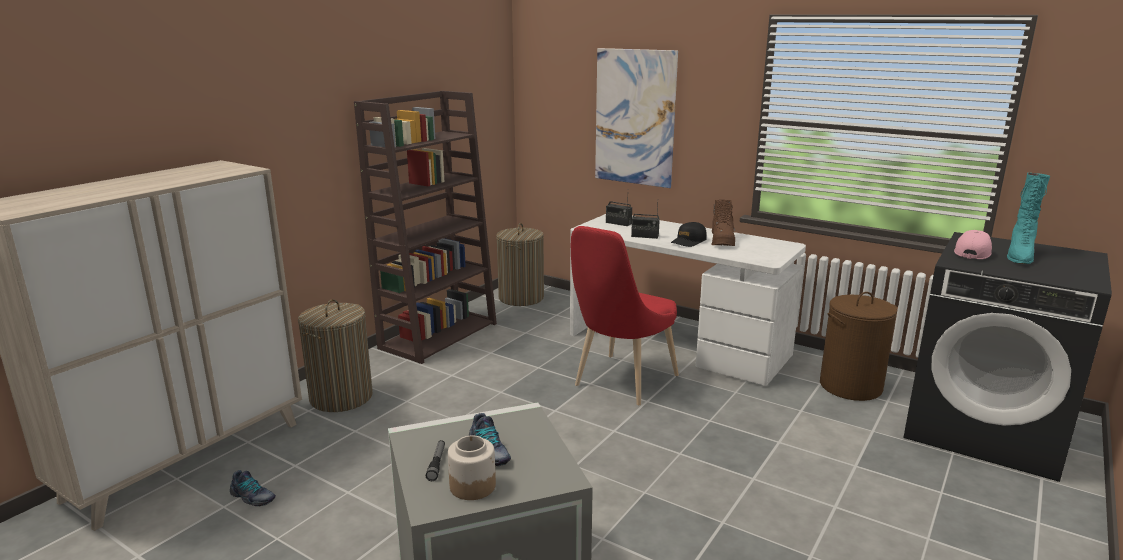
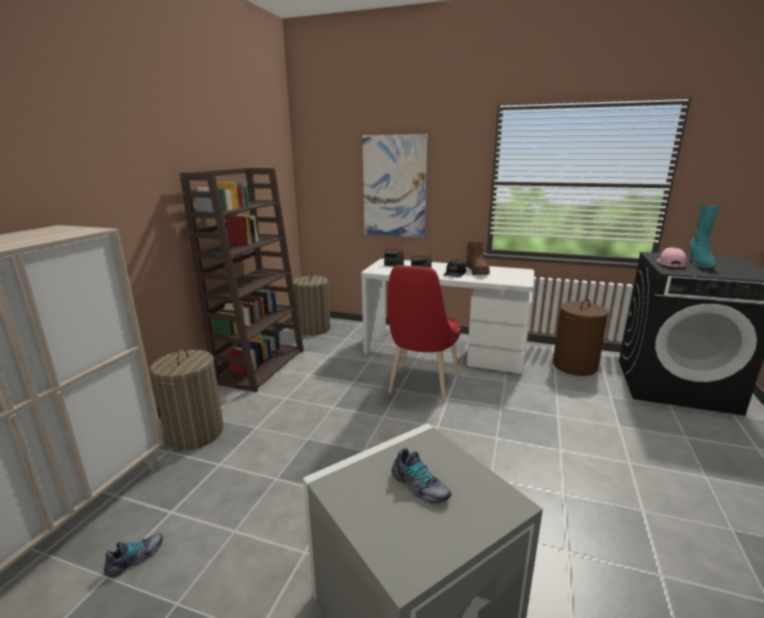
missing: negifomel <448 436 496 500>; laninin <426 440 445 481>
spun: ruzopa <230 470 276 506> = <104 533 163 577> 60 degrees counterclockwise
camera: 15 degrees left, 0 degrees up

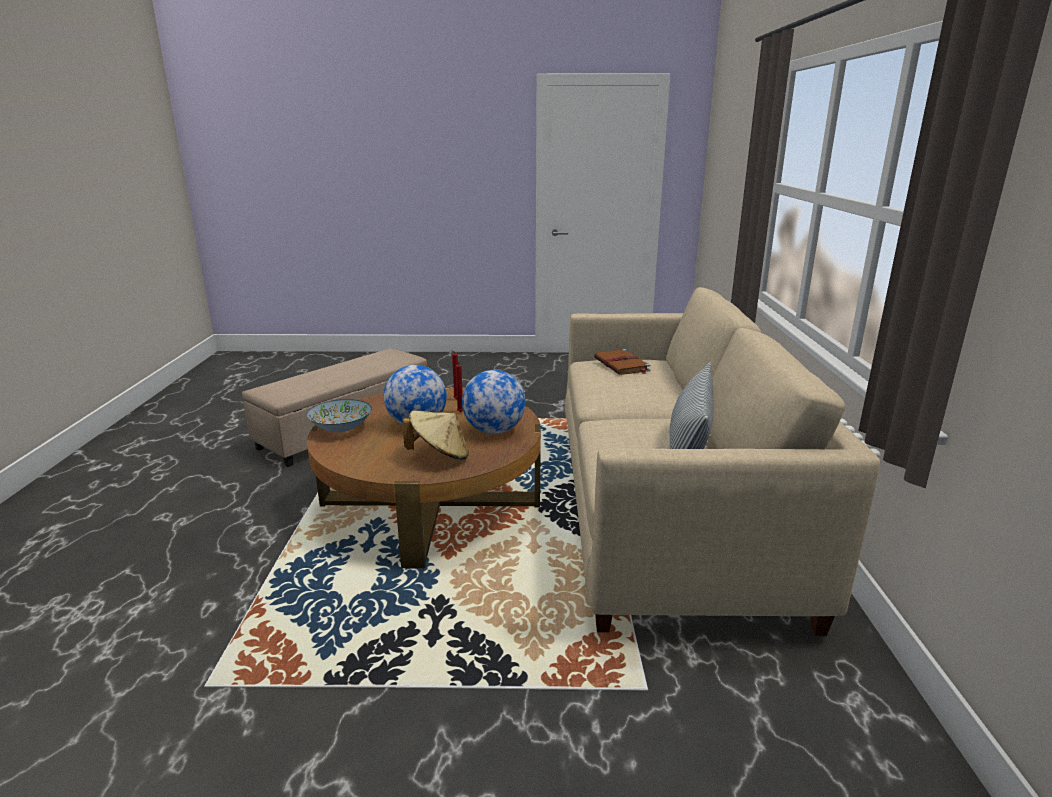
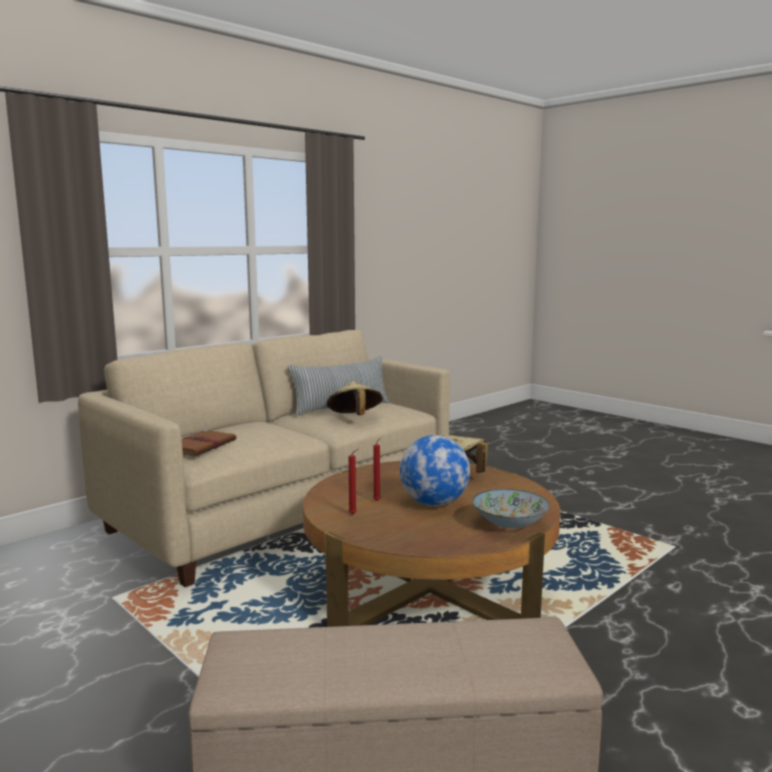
missing: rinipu <462 370 526 434>
appeared: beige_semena <327 381 383 415>
camera: 135 degrees left, 10 degrees down

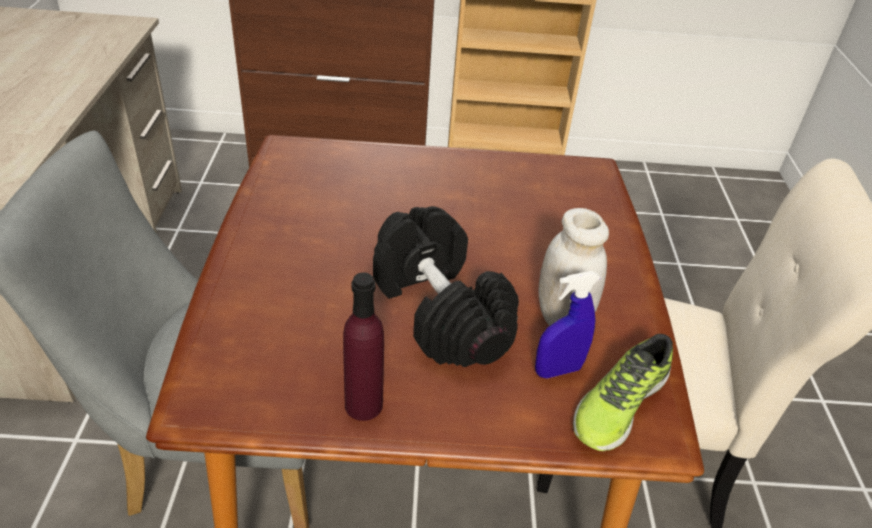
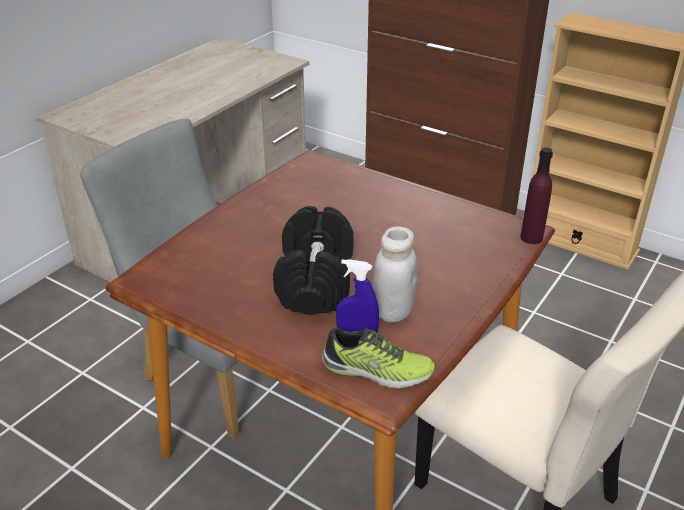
relocated: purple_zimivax <343 272 384 421> to <521 147 553 244>
spun: ruzopa <573 334 673 451> = <322 328 435 388> 150 degrees counterclockwise
camera: 35 degrees right, 5 degrees down

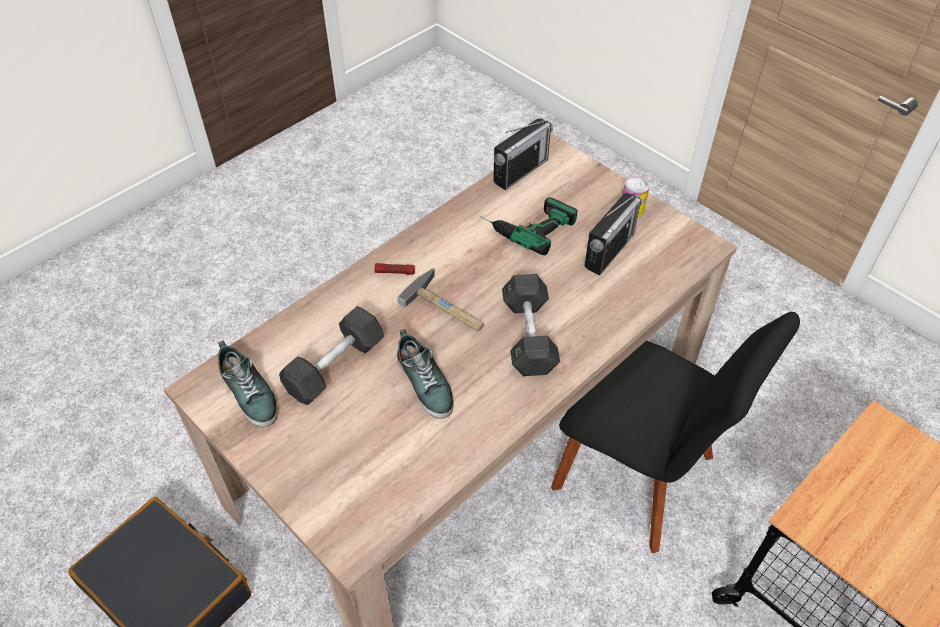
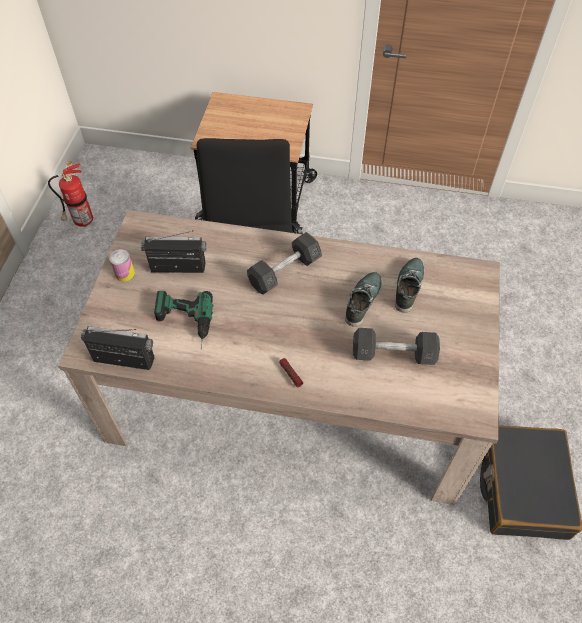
missing: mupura <397 268 484 332>
appeared: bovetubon <48 161 93 227>
relocated: ruzopa <218 341 278 427> to <395 258 424 313>
camera: 125 degrees left, 5 degrees up

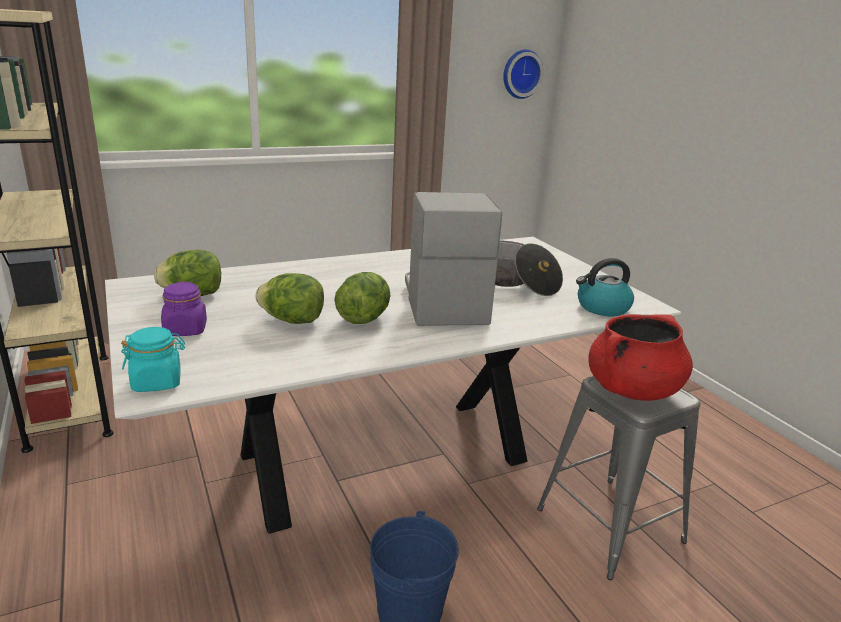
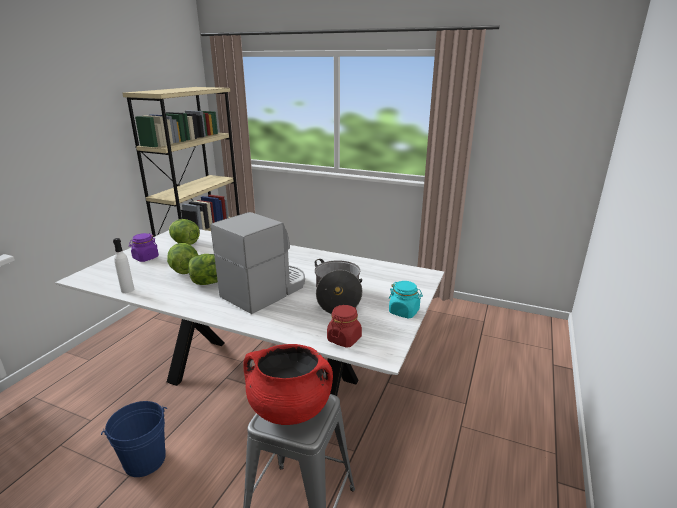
missing: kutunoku <503 49 544 99>
appeared: white_zimivax <113 238 134 293>
relocated: turquoise_negifomel <121 327 185 392> to <389 281 423 318>
exchanged: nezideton <576 258 634 316> to red_negifomel <327 305 362 348>
camera: 50 degrees right, 0 degrees up

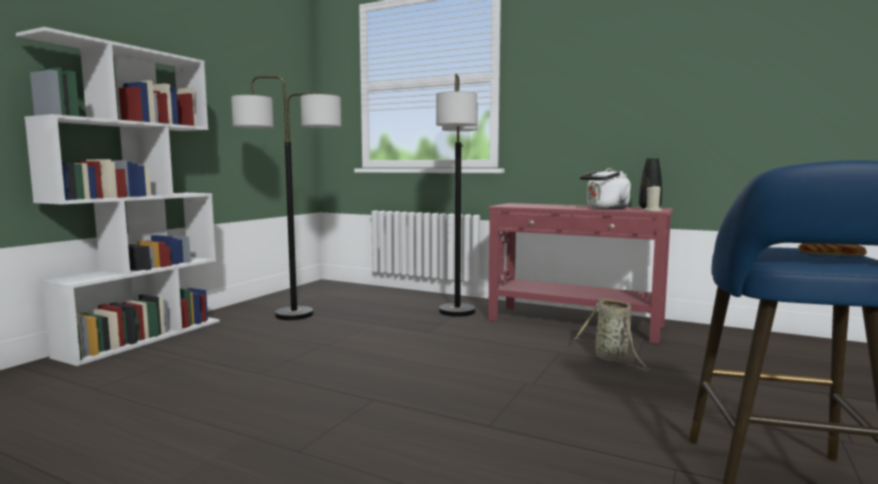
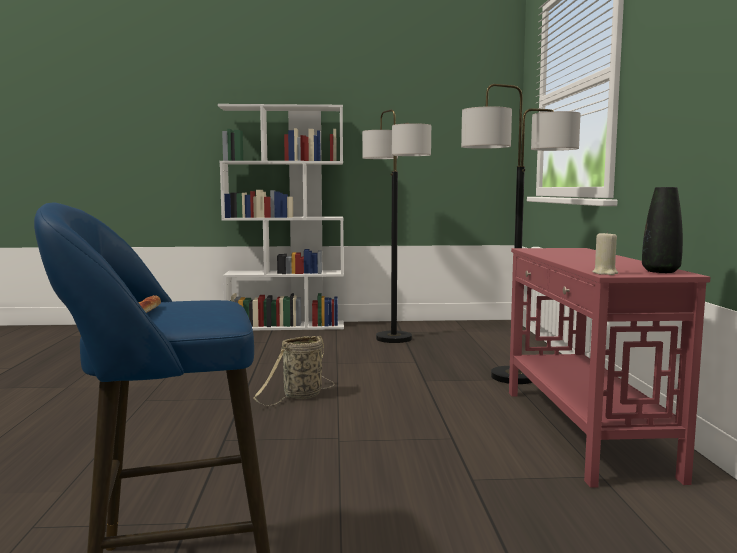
missing: white_nezideton <580 168 631 209>
relocated: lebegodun <575 298 650 371> to <253 335 334 406>
camera: 60 degrees right, 0 degrees up

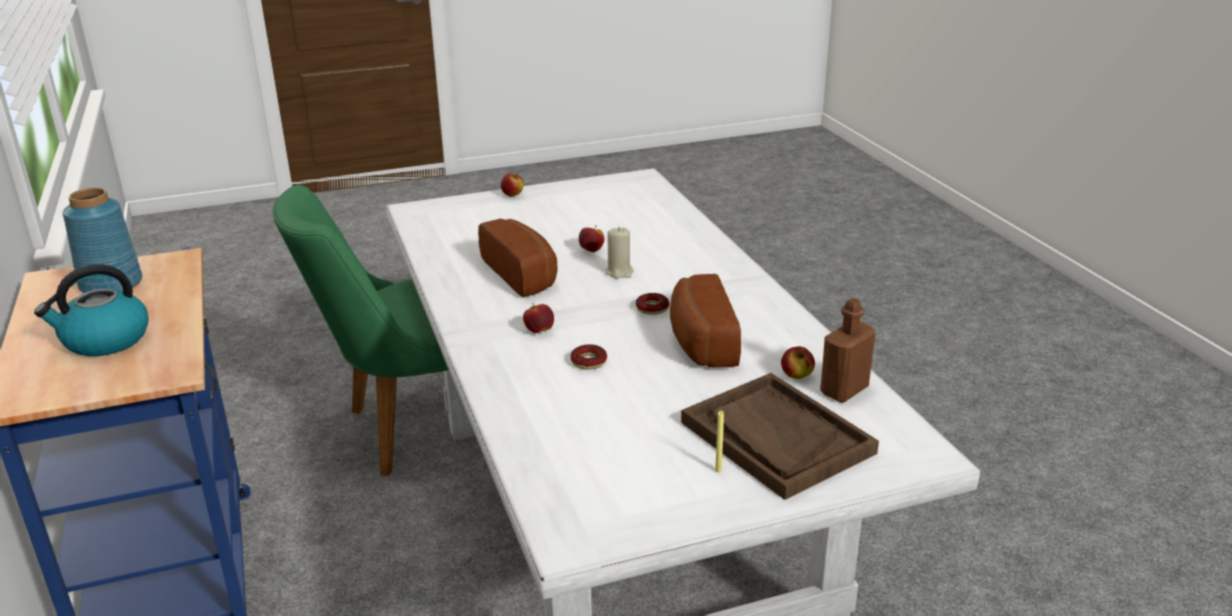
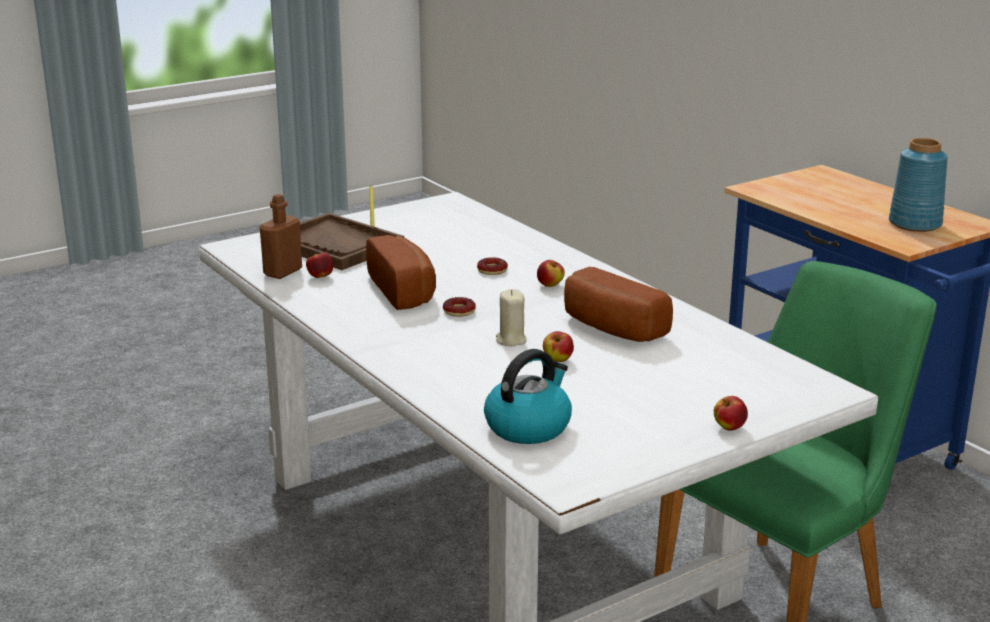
relocated: nezideton <34 264 149 356> to <484 349 572 444>
camera: 165 degrees right, 5 degrees down

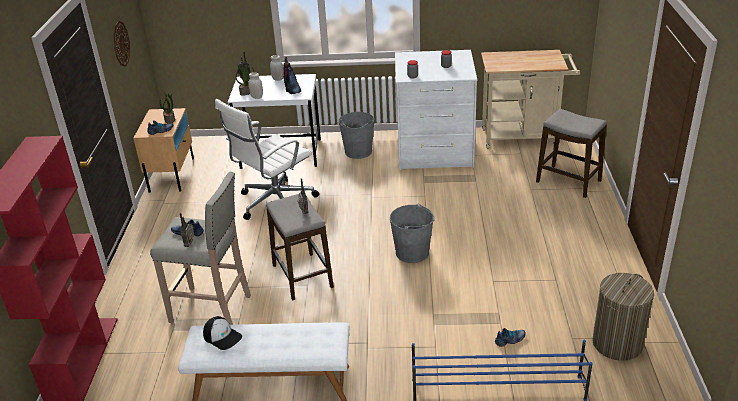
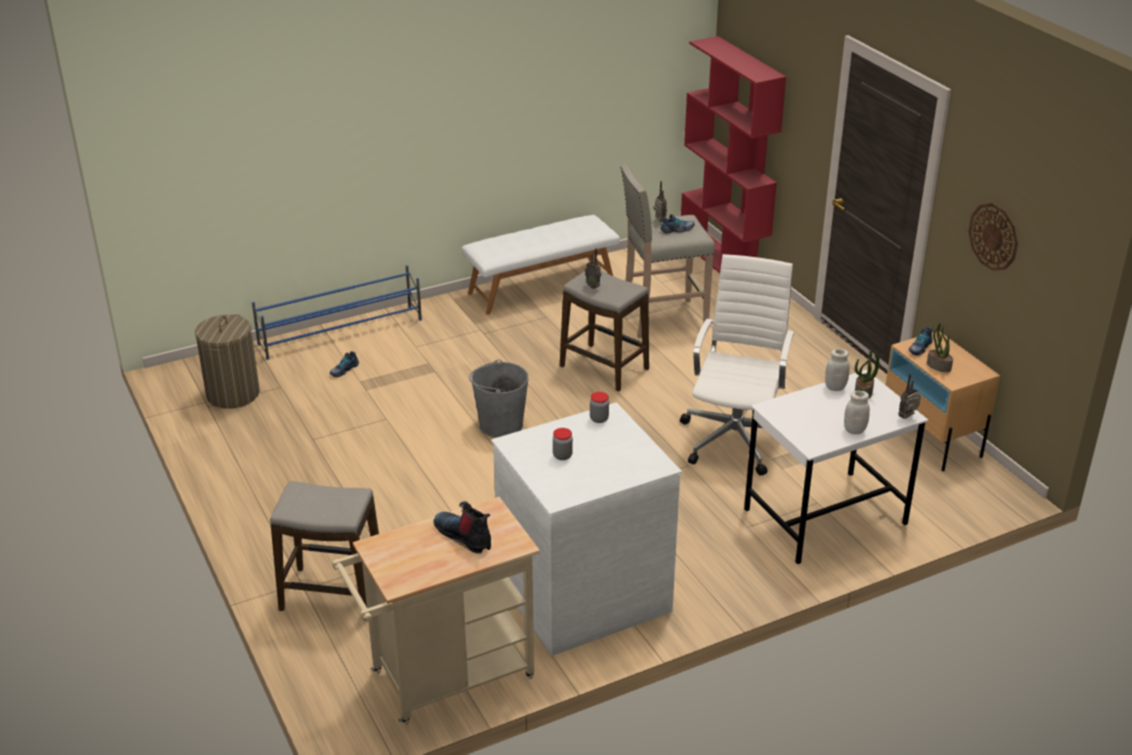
missing: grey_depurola <338 112 374 159>; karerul <203 316 242 350>
relocated: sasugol <283 57 301 94> to <433 501 491 554>
camera: 150 degrees right, 0 degrees up

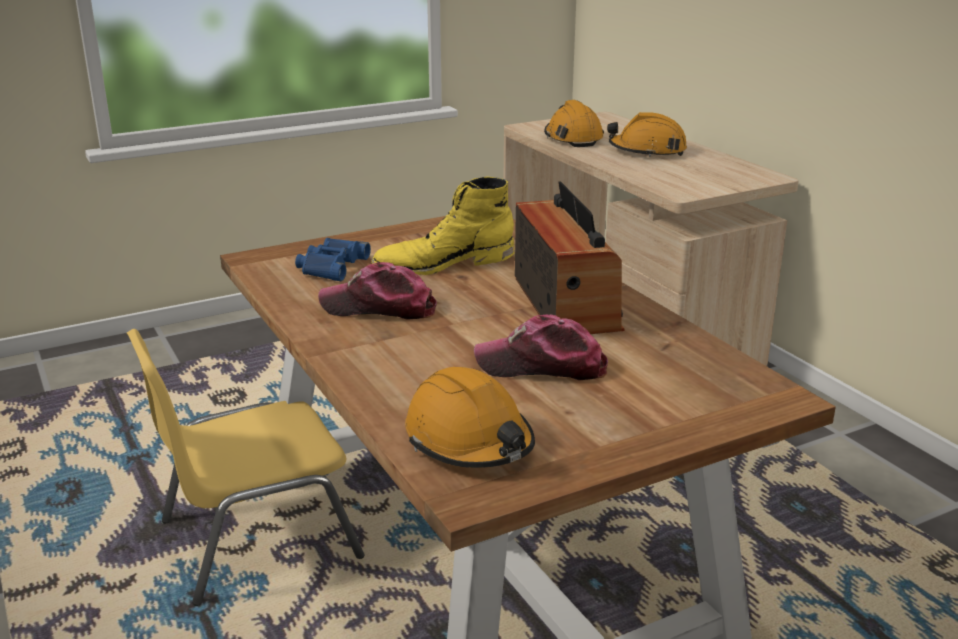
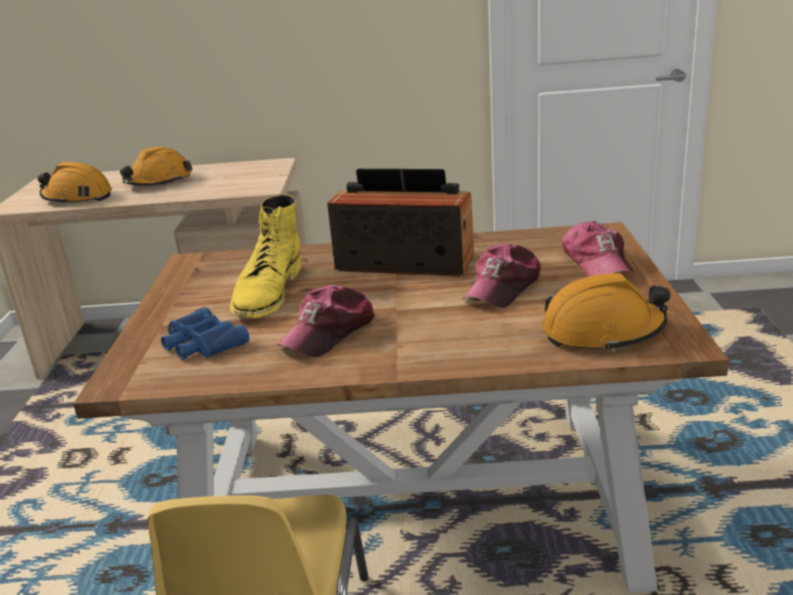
appeared: karerul <562 221 635 277>
camera: 60 degrees left, 0 degrees up

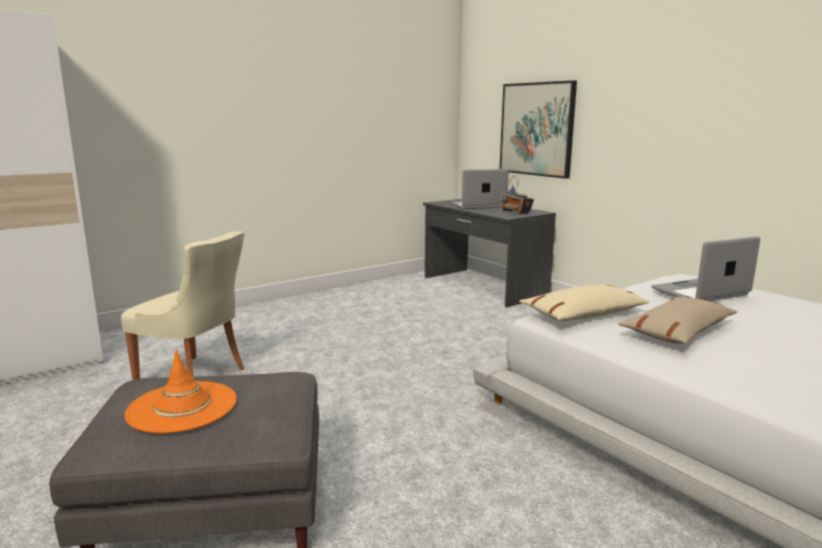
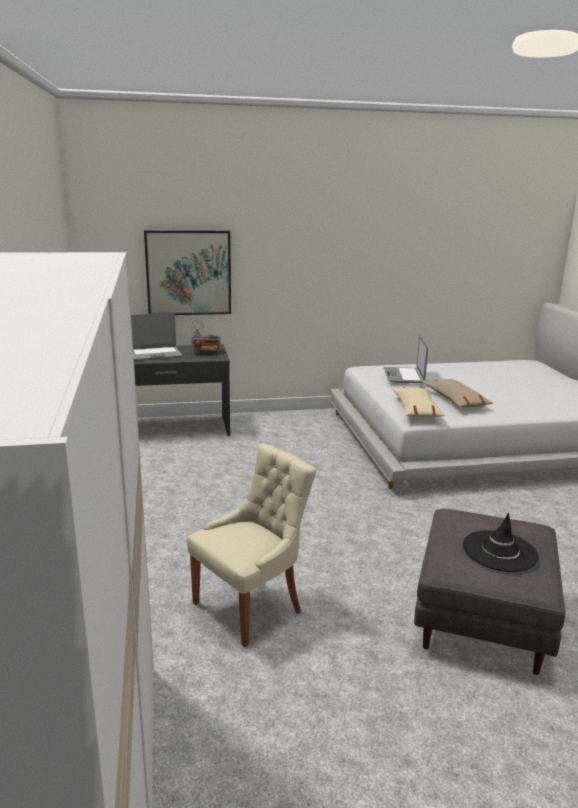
colour: orange_semena <125 350 237 434> to black_semena <463 513 539 572>
spun: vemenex <450 169 509 209> = <131 313 182 360> 120 degrees counterclockwise
camera: 65 degrees left, 5 degrees up

